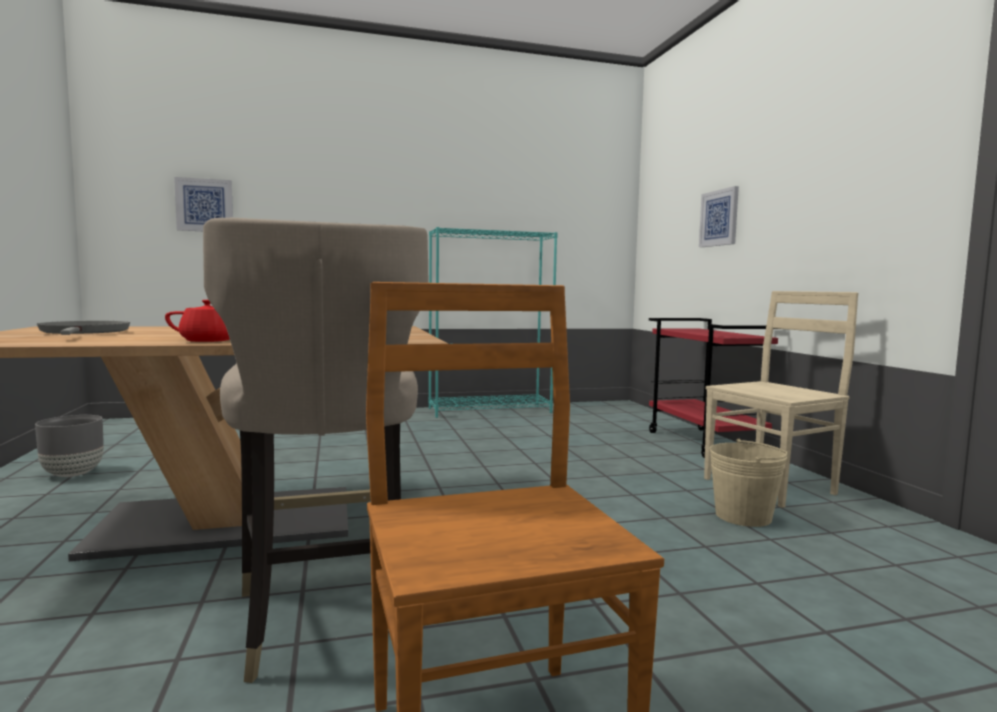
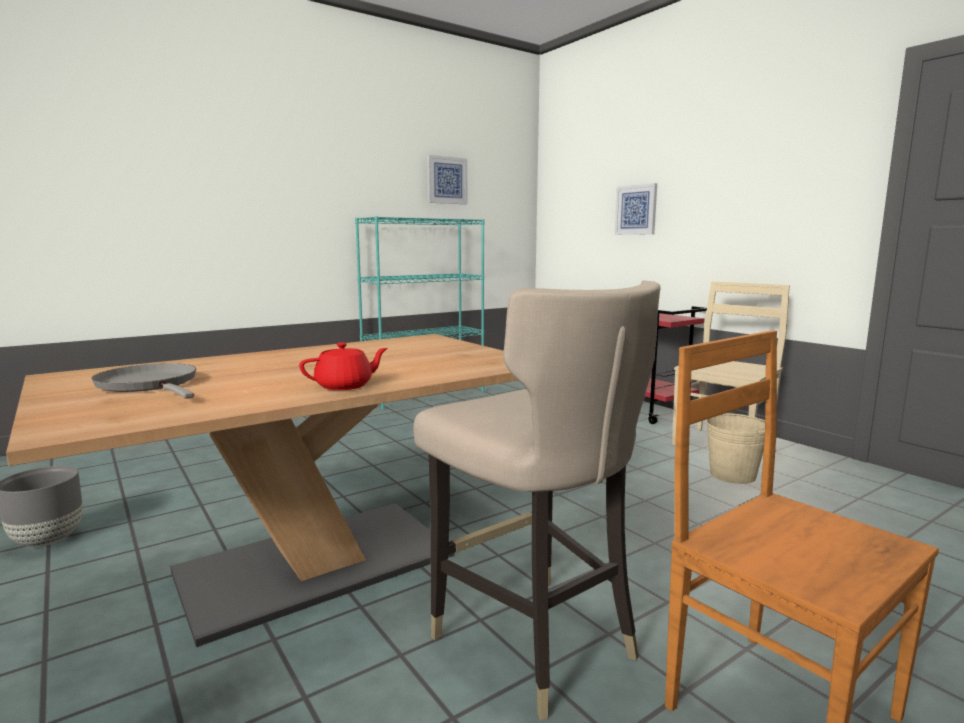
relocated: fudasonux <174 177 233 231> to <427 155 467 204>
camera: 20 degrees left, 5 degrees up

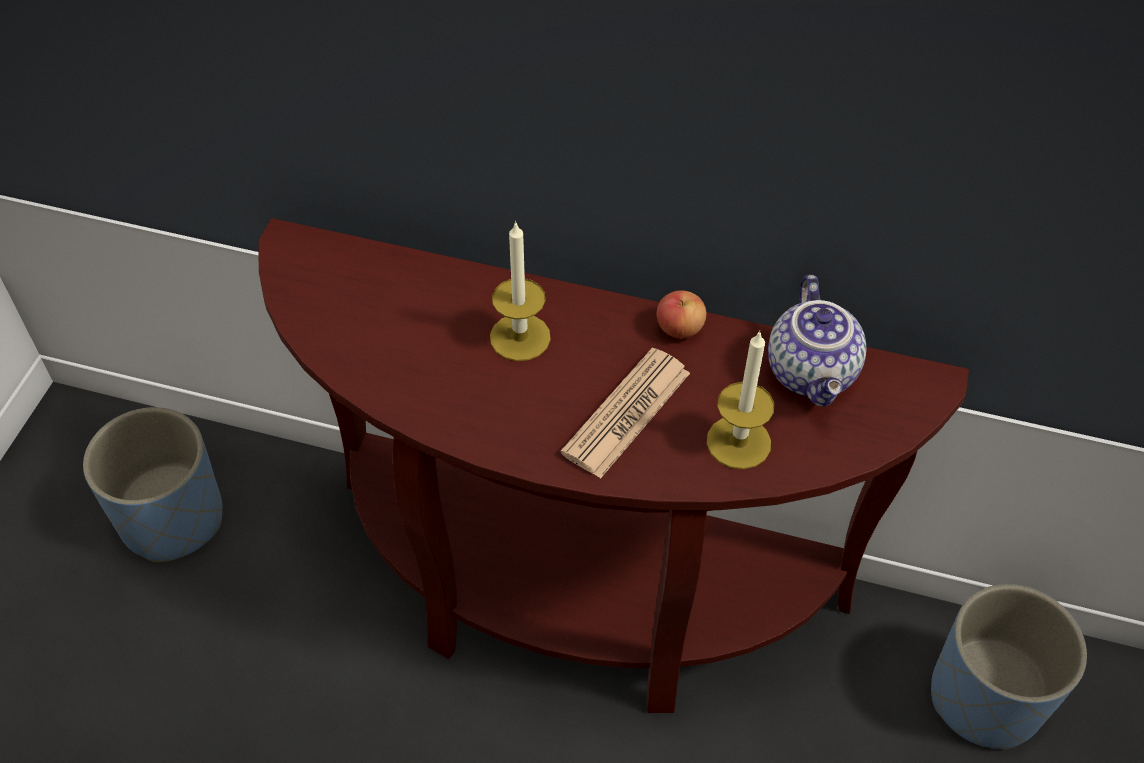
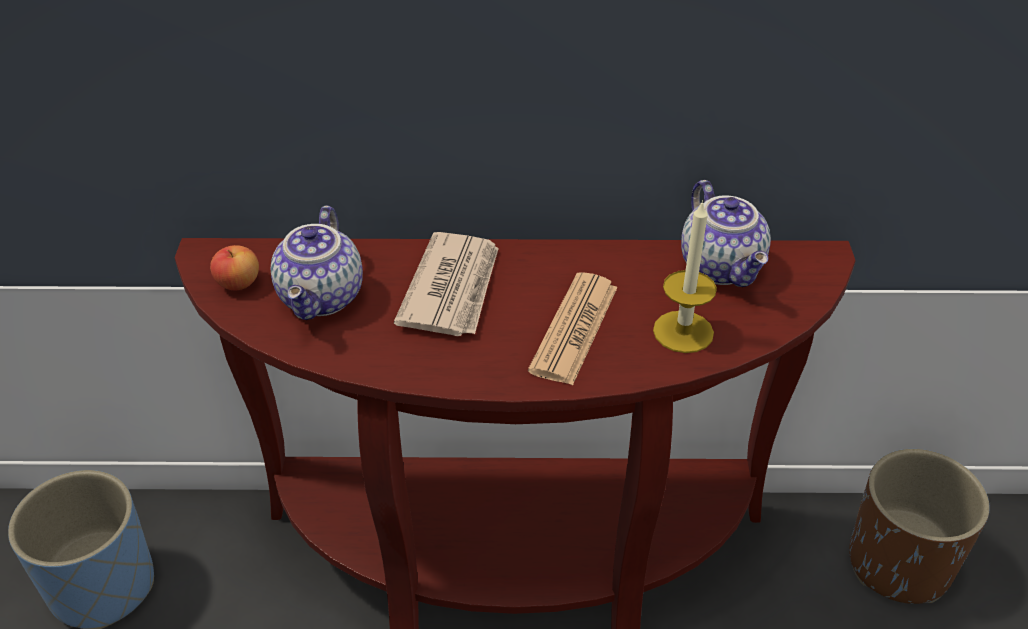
appeared: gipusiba <271 205 363 320>
relocated: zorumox <657 290 706 339> to <210 245 259 290>
exchanged: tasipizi <490 221 551 361> to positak <394 232 499 336>
colour: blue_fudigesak <931 584 1087 750> to brown_fudigesak <849 449 990 604>
camera: 15 degrees left, 10 degrees down

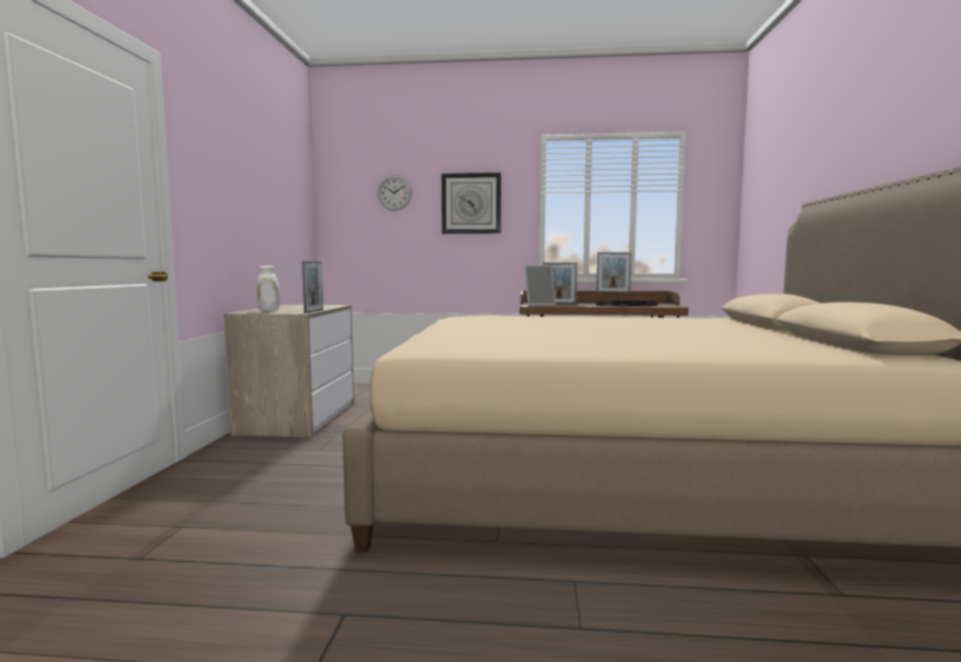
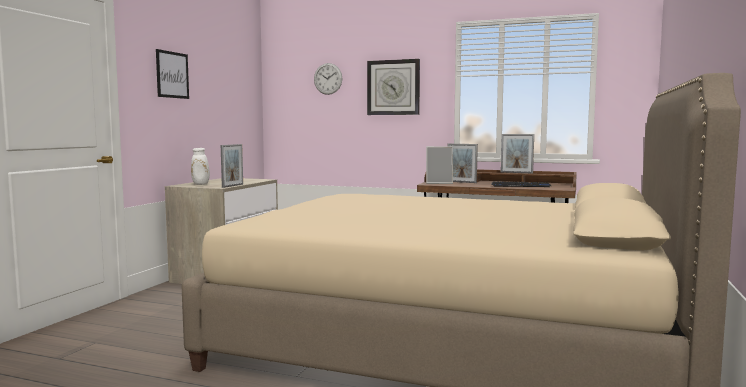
appeared: fudasonux <156 49 189 99>
camera: 15 degrees right, 0 degrees up

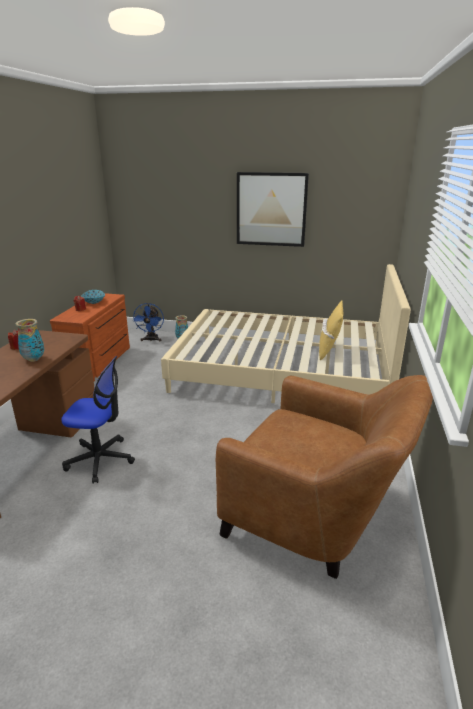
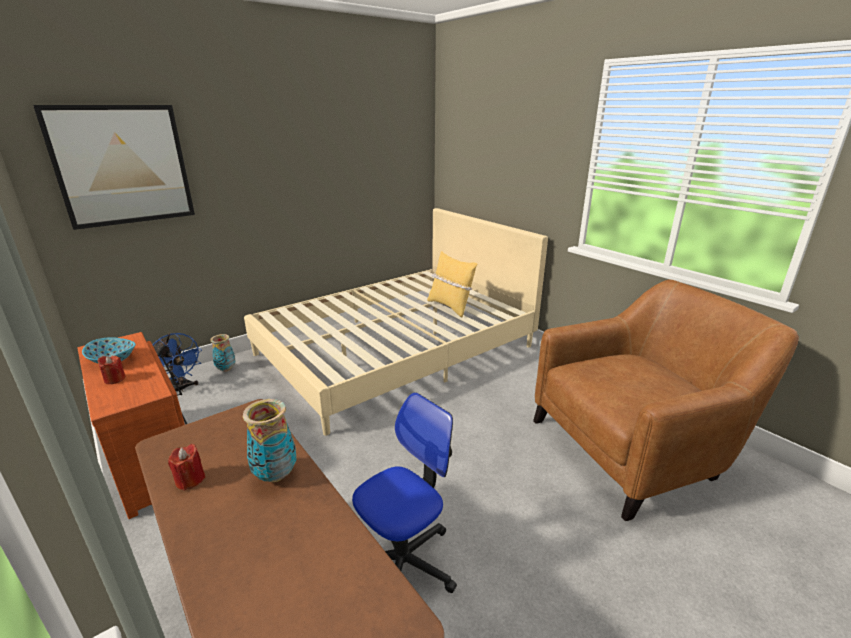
relocated: fudasonux <237 172 309 247> to <33 105 195 230>
camera: 50 degrees left, 0 degrees up

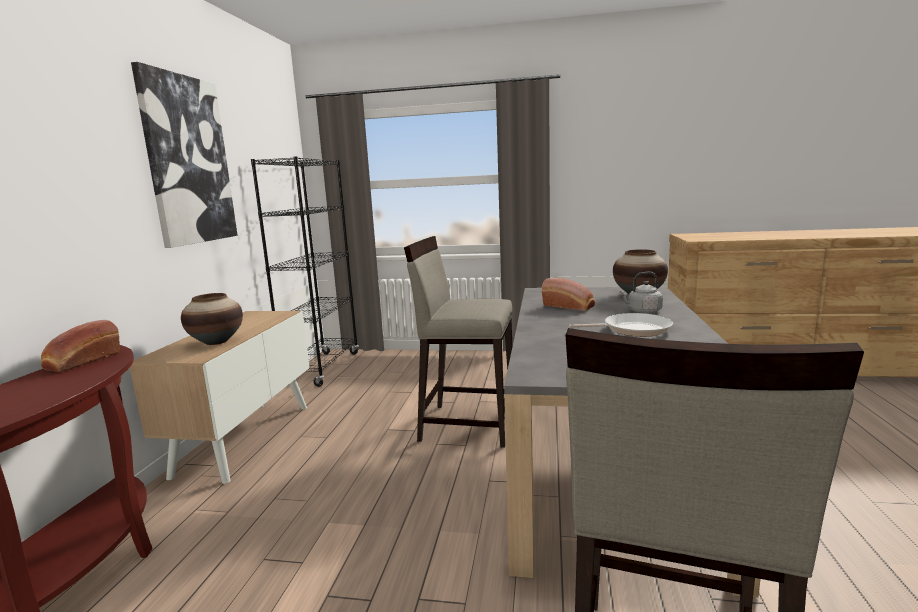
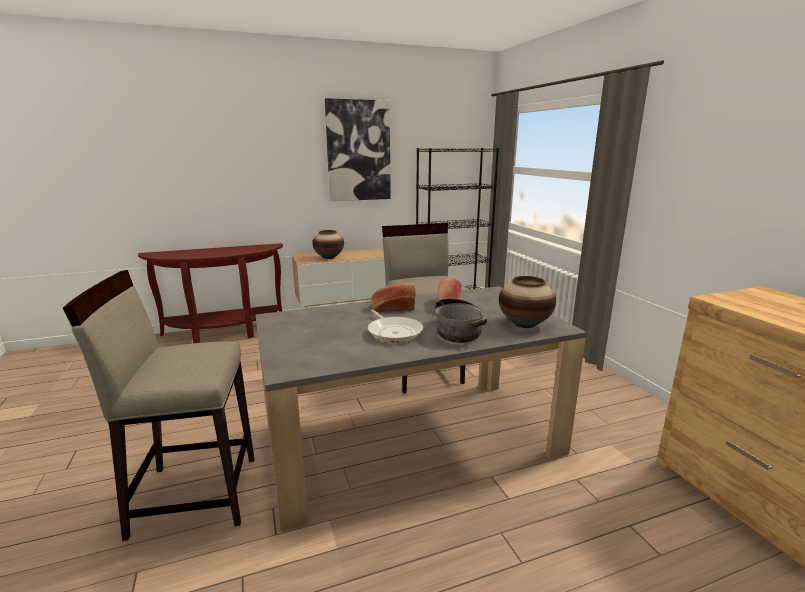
relocated: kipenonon <41 320 120 372> to <371 283 416 312>
exchanged: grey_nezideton <620 272 663 313> to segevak <435 298 487 343>
camera: 60 degrees right, 5 degrees up

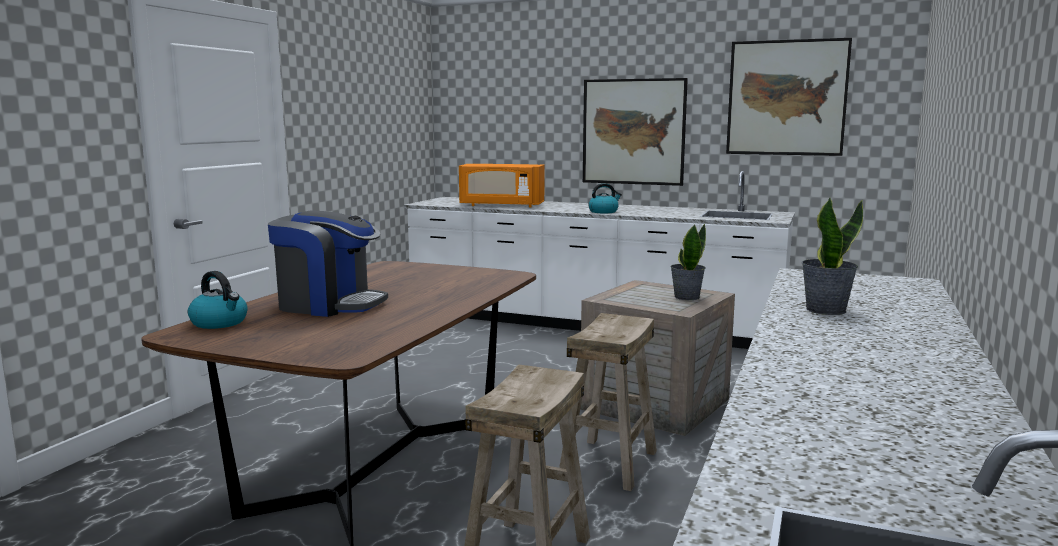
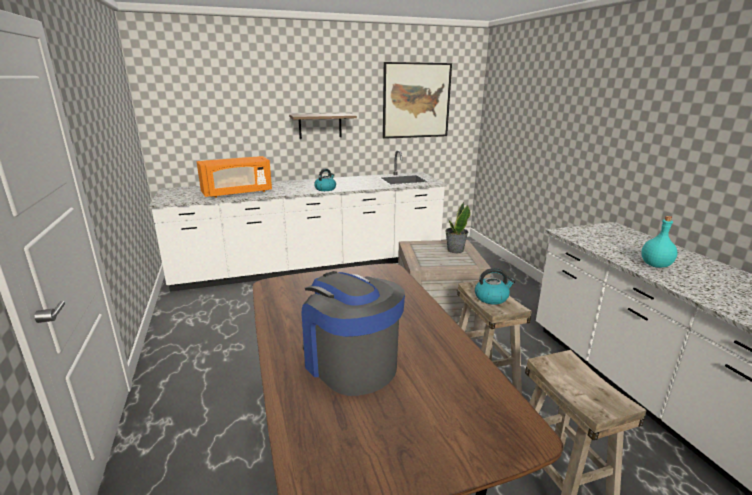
relocated: nezideton <188 271 248 329> to <475 268 515 305>
exchanged: fudasonux <583 78 688 186> to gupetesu <289 113 357 139>; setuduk <802 197 863 315> to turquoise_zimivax <641 216 677 268>
spun: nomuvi <268 210 388 317> = <302 271 405 396> 105 degrees counterclockwise
camera: 40 degrees left, 10 degrees up

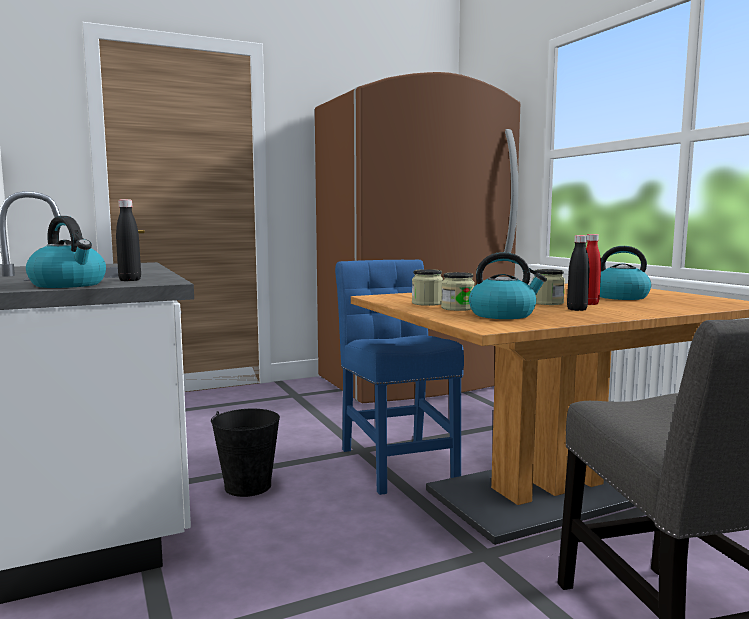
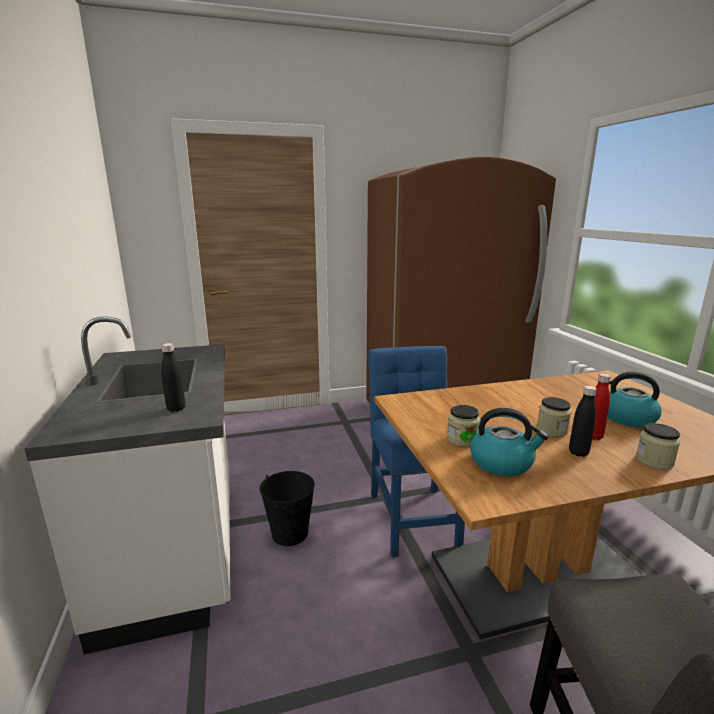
missing: nezideton <26 216 106 288>
relocated: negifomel <412 269 443 306> to <636 423 680 469>
camera: 10 degrees right, 10 degrees up

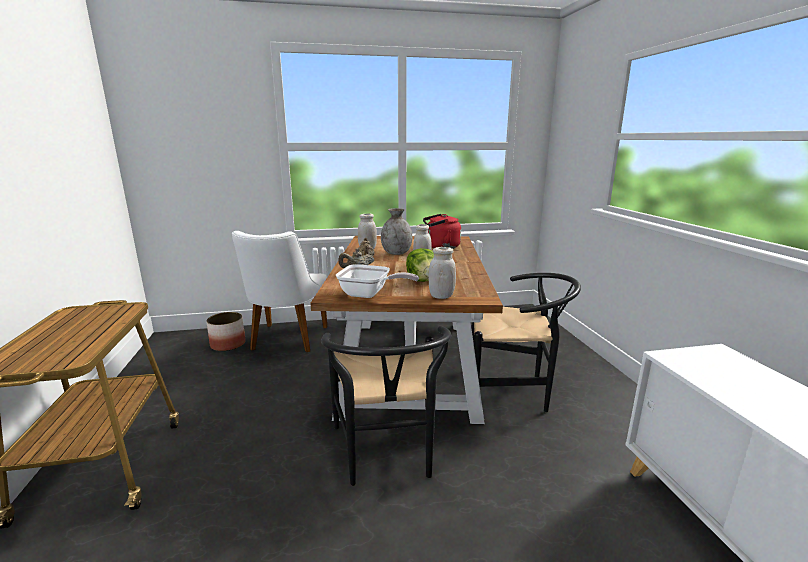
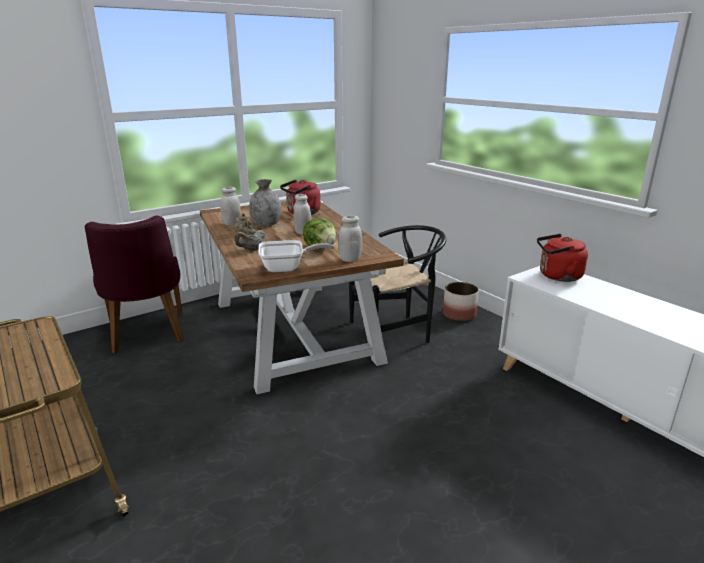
missing: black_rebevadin <321 326 451 486>
appeared: red_nezideton <537 234 588 282>
relocated: fudigesak <206 312 245 351> to <443 282 479 321>
colour: white_rebevadin <232 231 327 352> to purple_rebevadin <85 216 184 354>
camera: 25 degrees left, 5 degrees up

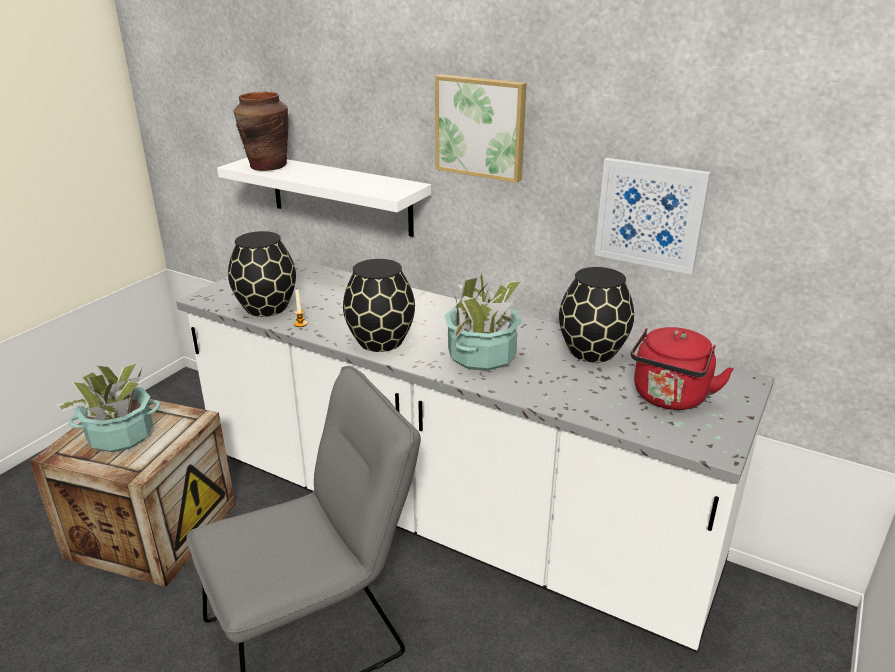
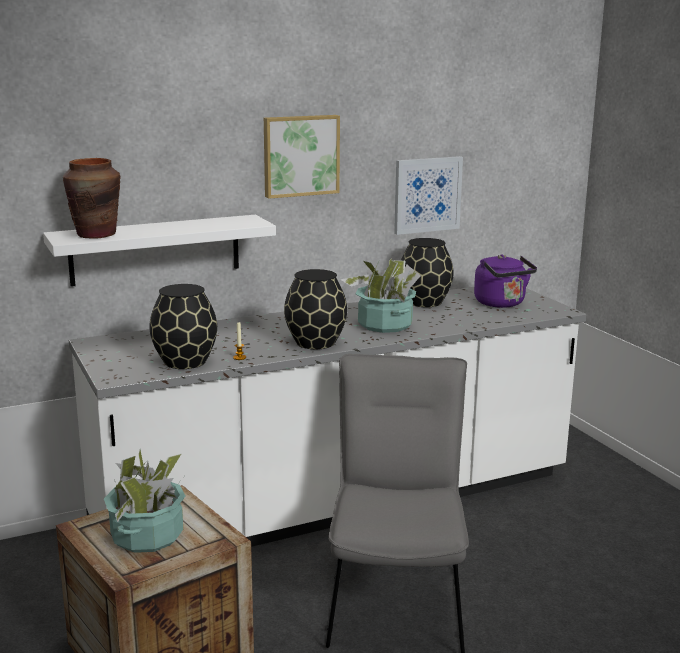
colour: red_nezideton <631 327 734 410> to purple_nezideton <474 254 537 308>
camera: 55 degrees left, 10 degrees down

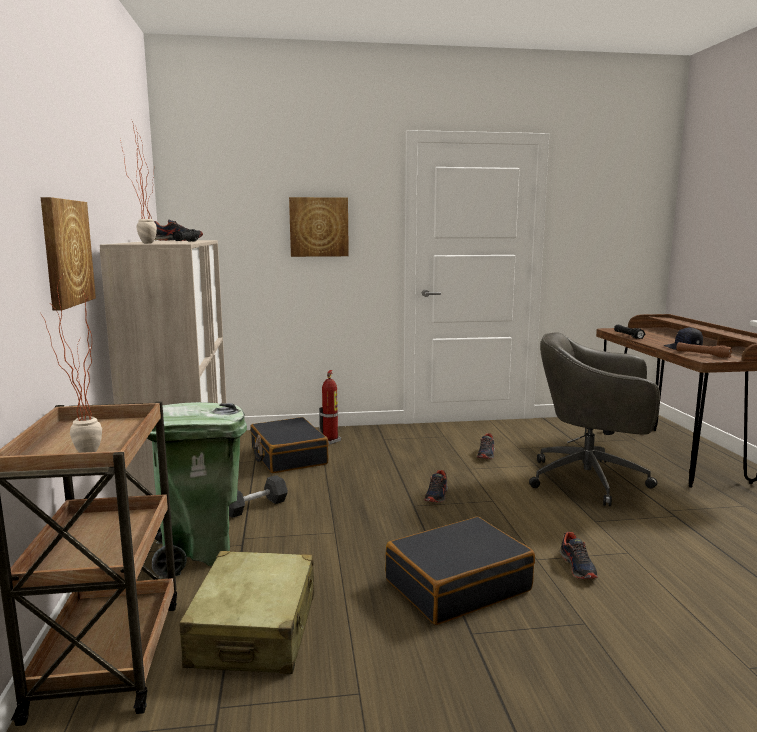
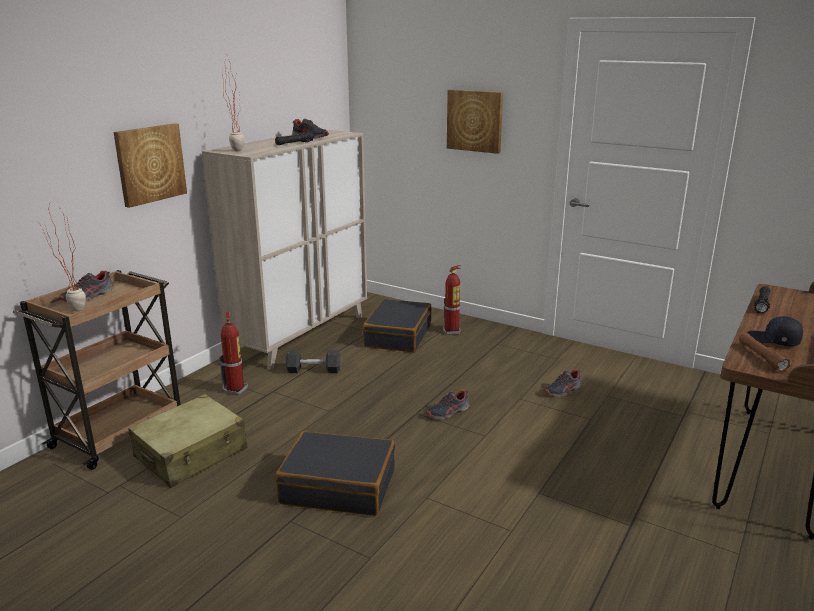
missing: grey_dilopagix <529 332 660 507>
relocated: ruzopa <560 532 598 579> to <59 271 114 302>
exchanged: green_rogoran <147 402 247 579> to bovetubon <219 312 248 396>
camera: 40 degrees right, 10 degrees up

